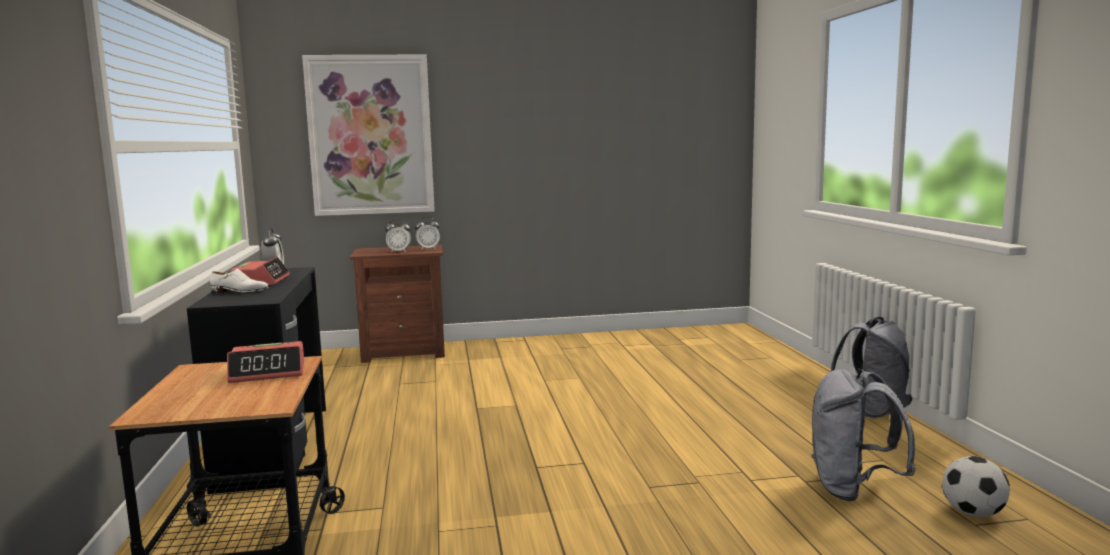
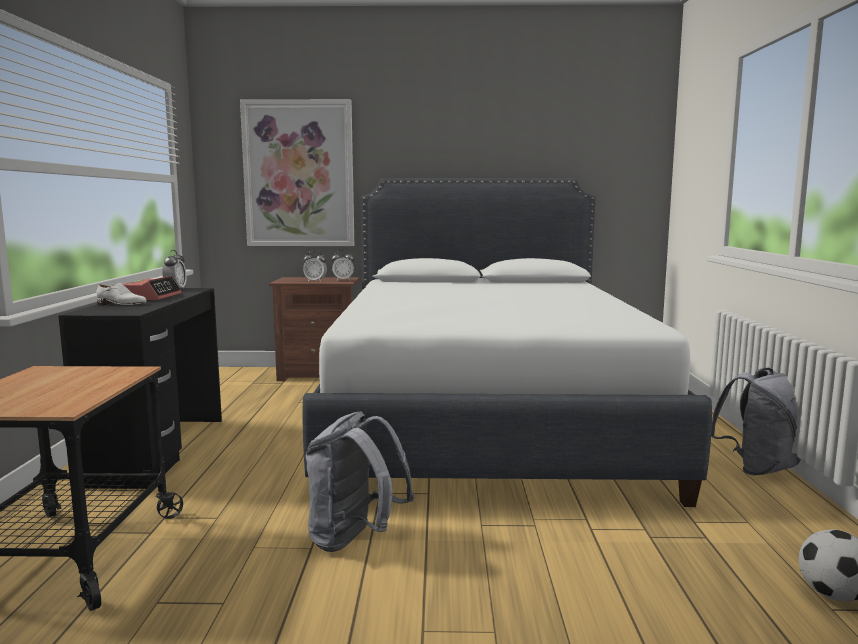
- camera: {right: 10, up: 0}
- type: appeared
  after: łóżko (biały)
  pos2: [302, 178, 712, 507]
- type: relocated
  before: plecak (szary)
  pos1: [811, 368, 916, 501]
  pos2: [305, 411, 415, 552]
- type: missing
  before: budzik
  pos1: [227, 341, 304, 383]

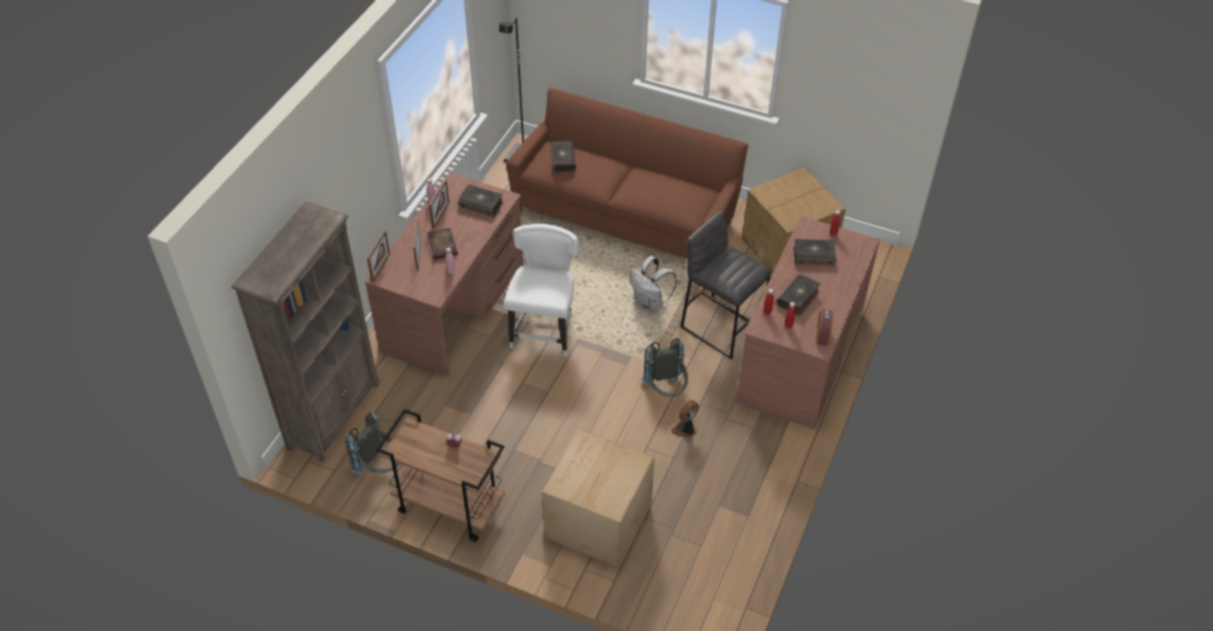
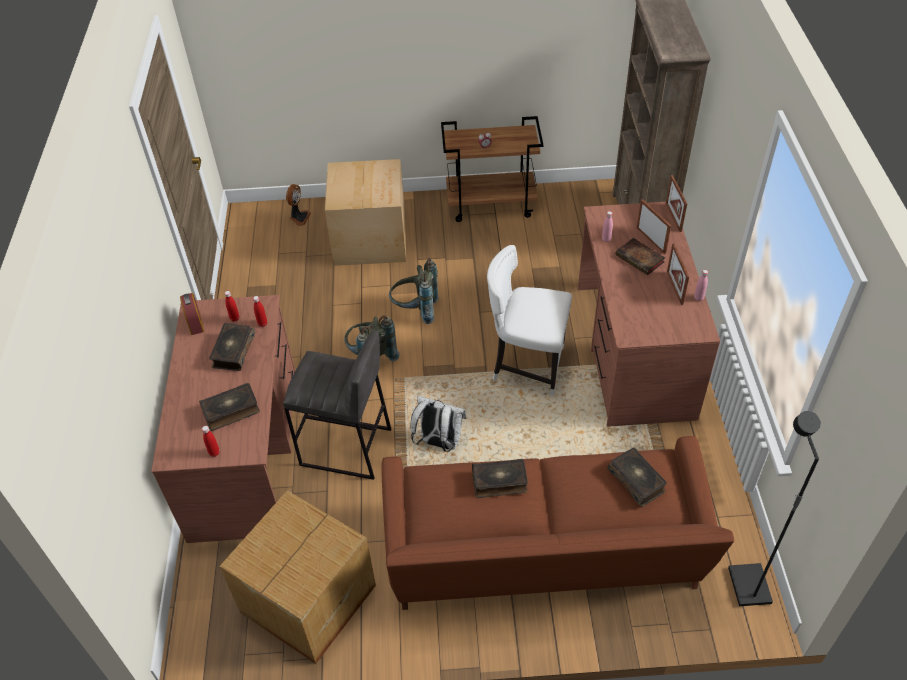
- camera: {right: 155, up: 0}
- type: relocated
  before: wentylator
  pos1: [671, 400, 699, 438]
  pos2: [286, 184, 311, 226]
- type: relocated
  before: plecak (szary)
  pos1: [345, 413, 400, 474]
  pos2: [389, 258, 439, 324]
- type: relocated
  before: książka
  pos1: [458, 185, 503, 217]
  pos2: [472, 459, 528, 498]
- type: spun
  before: krzesło (biały)
  pos1: [504, 224, 578, 356]
  pos2: [487, 245, 572, 396]
  turn: 120

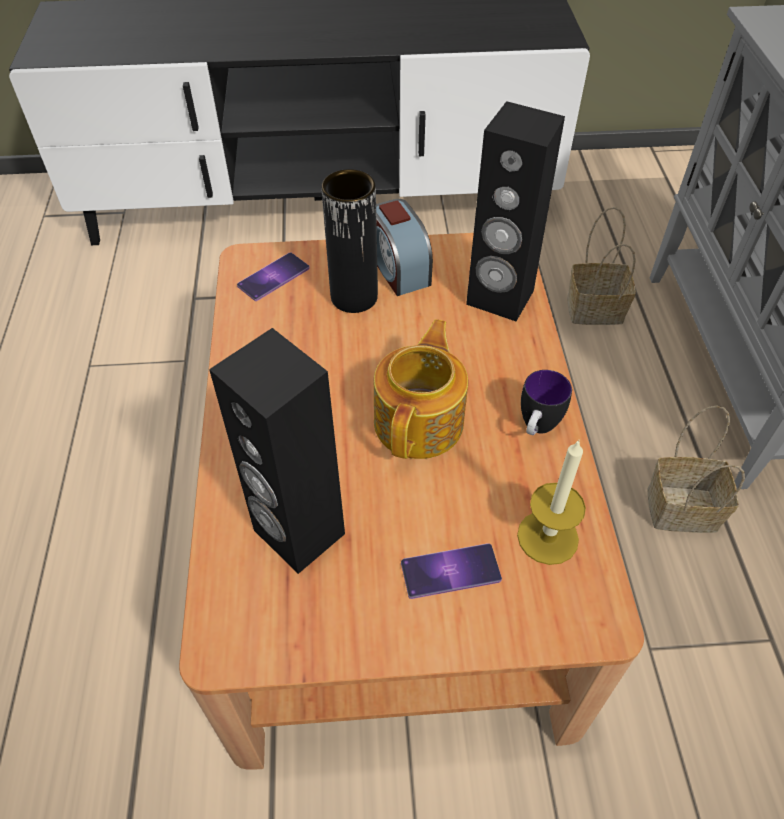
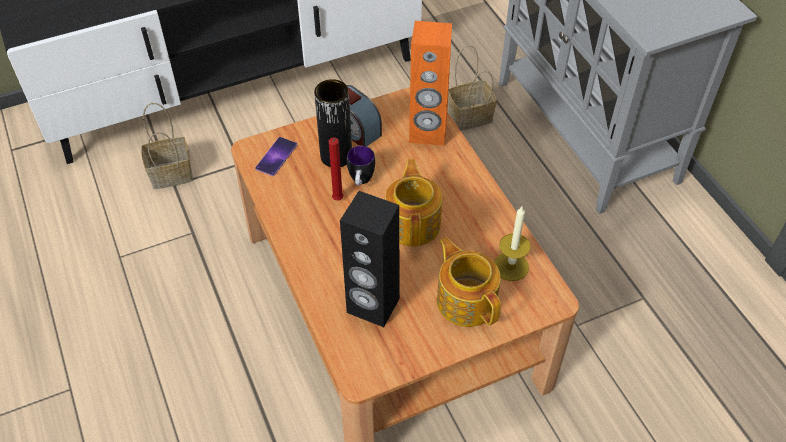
- camera: {right: -20, up: 0}
- type: relocated
  before: koszyk
  pos1: [647, 405, 745, 533]
  pos2: [141, 103, 193, 189]
- type: appeared
  after: świeca (czerwony)
  pos2: [329, 137, 344, 201]
- type: relocated
  before: kubek
  pos1: [521, 370, 572, 435]
  pos2: [347, 146, 375, 185]
- type: colour
  before: głośnik (czarny)
  after: głośnik (pomarańczowy)
  pos1: [466, 101, 565, 321]
  pos2: [409, 21, 452, 146]
- type: exchanged
  before: telefon
  after: imbryk
  pos1: [401, 543, 502, 599]
  pos2: [437, 237, 501, 327]

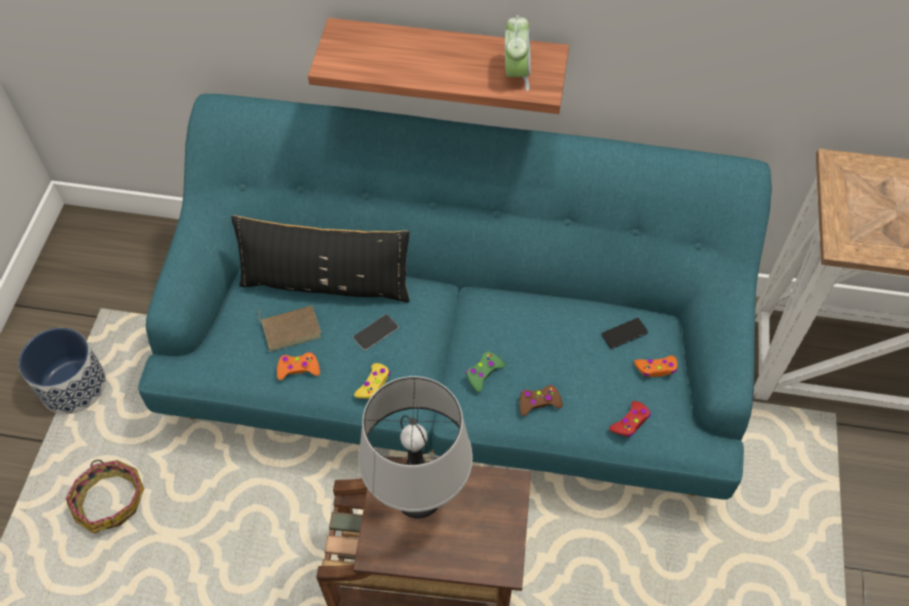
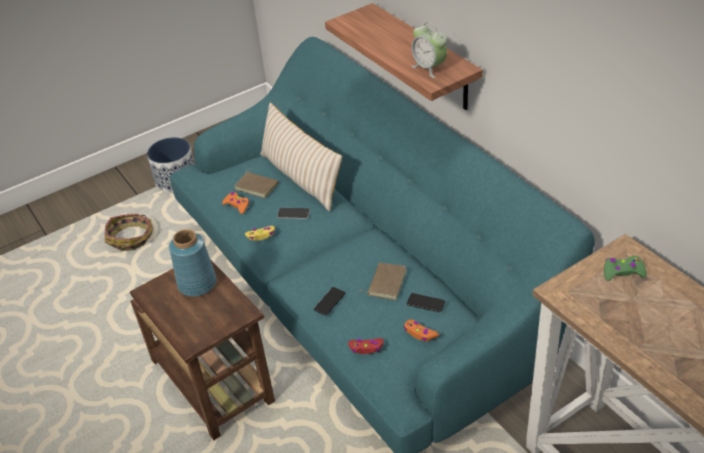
- camera: {right: 50, up: -15}
- type: exchanged
  before: lampa stołowa (szary)
  after: wazon (niebieski)
  pos1: [358, 376, 473, 518]
  pos2: [169, 229, 217, 297]
- type: colour
  before: poduszka (czarny)
  after: poduszka (beżowy)
  pos1: [231, 215, 410, 303]
  pos2: [260, 103, 342, 211]
- type: exchanged
  before: pad do gier (brązowy)
  after: telefon
  pos1: [519, 385, 563, 416]
  pos2: [313, 287, 345, 315]
- type: appeared
  after: książka (brązowy)
  pos2: [359, 263, 407, 300]
- type: spun
  before: budzik
  pos1: [505, 15, 531, 91]
  pos2: [412, 22, 447, 78]
  turn: 90
- type: relocated
  before: pad do gier (zielony)
  pos1: [466, 351, 505, 392]
  pos2: [604, 256, 647, 281]

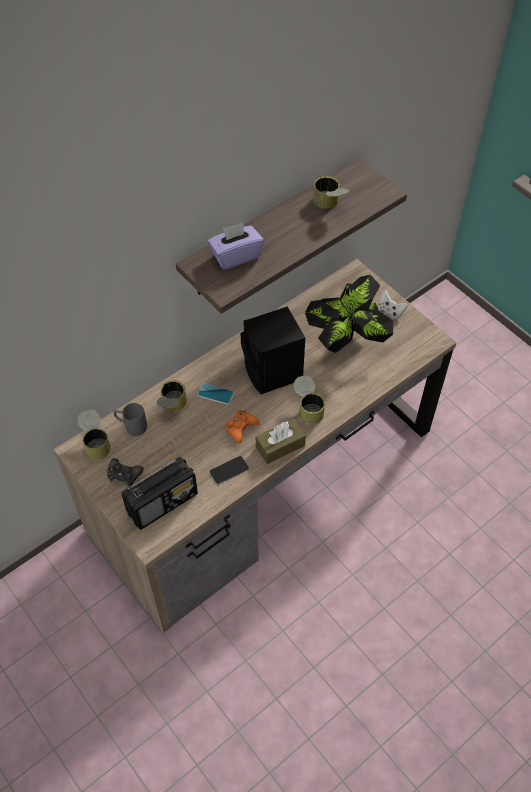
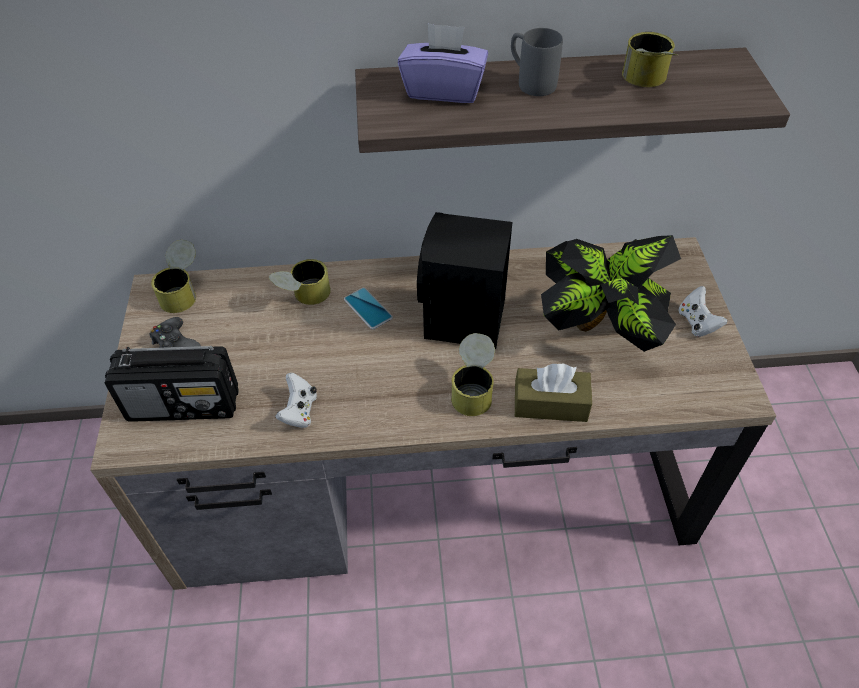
- camera: {right: 35, up: -5}
- type: exchanged
  before: telefon
  after: pad do gier (biały)
  pos1: [210, 456, 249, 484]
  pos2: [275, 373, 317, 428]
- type: relocated
  before: kubek (szary)
  pos1: [113, 403, 147, 436]
  pos2: [511, 28, 563, 96]
- type: relocated
  before: pudełko chusteczek (brązowy)
  pos1: [256, 419, 306, 464]
  pos2: [515, 364, 592, 422]
- type: missing
  before: pad do gier (pomarańczowy)
  pos1: [225, 411, 260, 443]

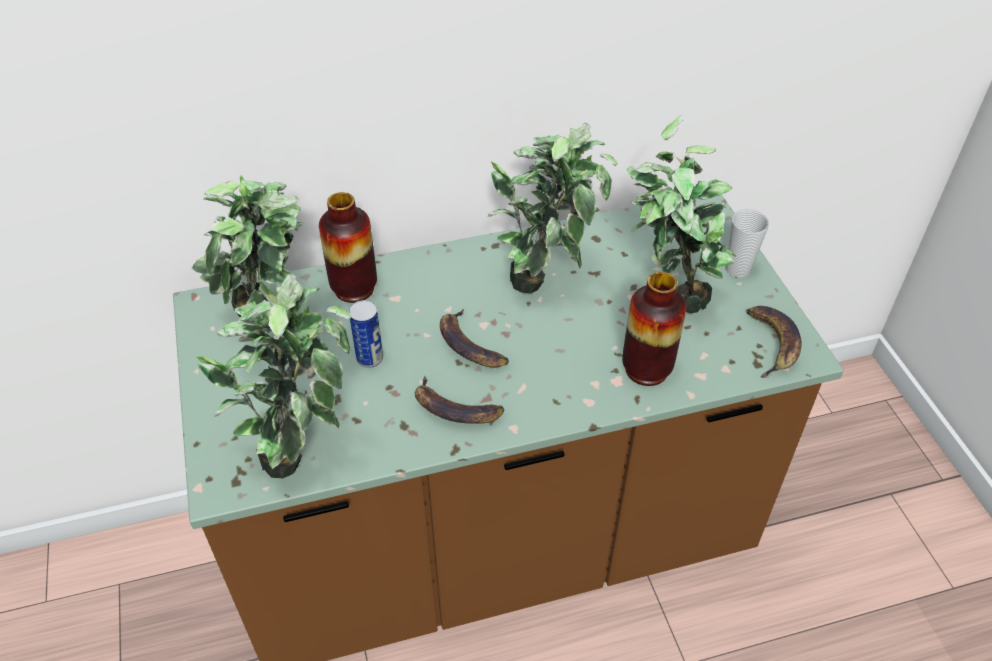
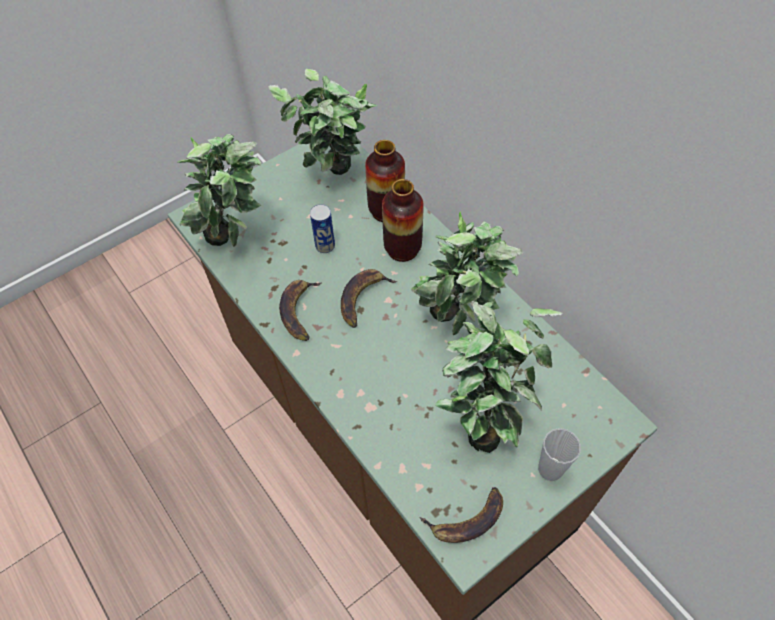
- camera: {right: 70, up: 10}
- type: relocated
  before: wazon
  pos1: [622, 272, 686, 386]
  pos2: [382, 179, 423, 262]

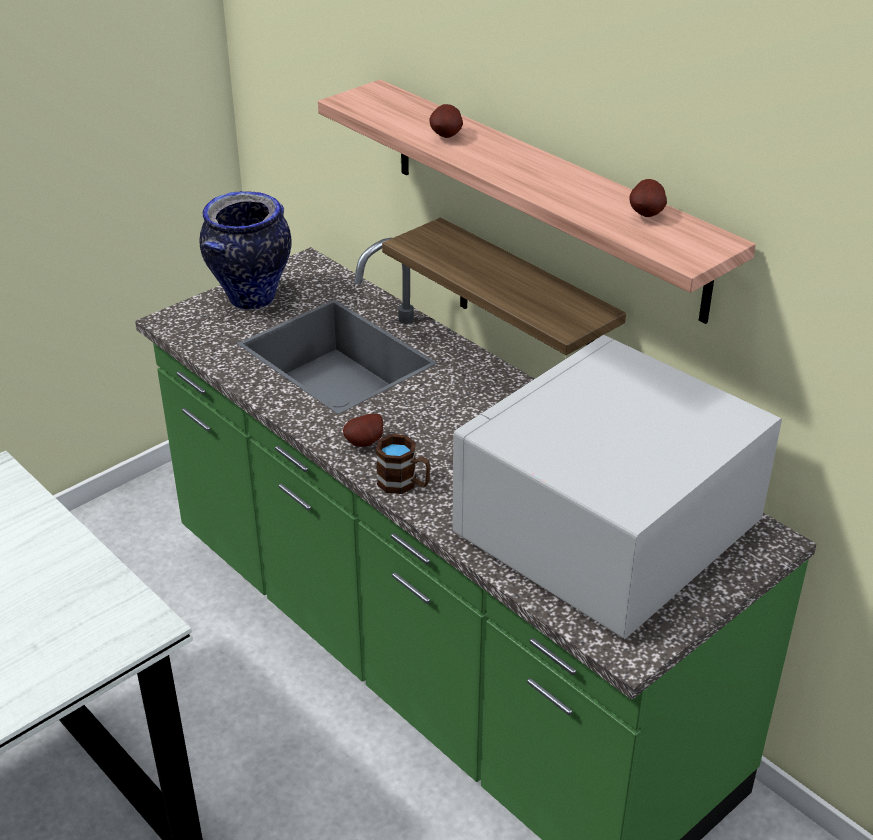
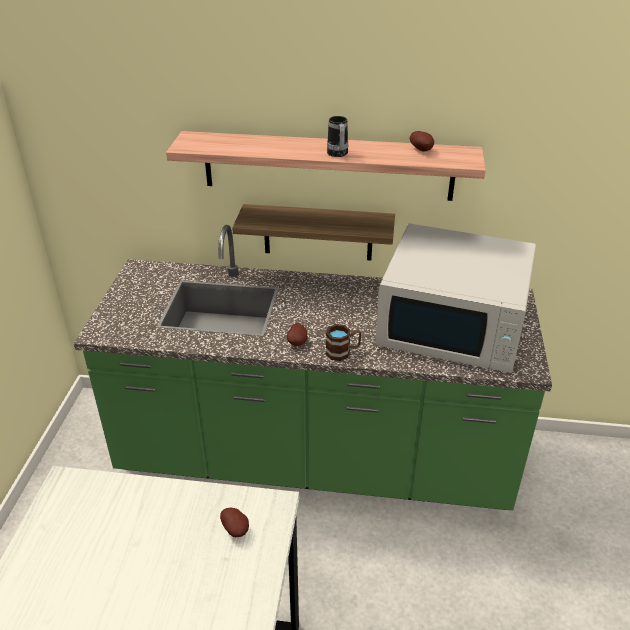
- camera: {right: -40, up: 0}
- type: relocated
  before: ziemniak
  pos1: [429, 104, 463, 138]
  pos2: [220, 508, 249, 537]
- type: appeared
  after: kubek
  pos2: [327, 116, 348, 157]
- type: spun
  before: mikrofalówka (biały)
  pos1: [452, 335, 782, 639]
  pos2: [375, 224, 536, 373]
  turn: -75
- type: missing
  before: wazon
  pos1: [199, 191, 291, 310]

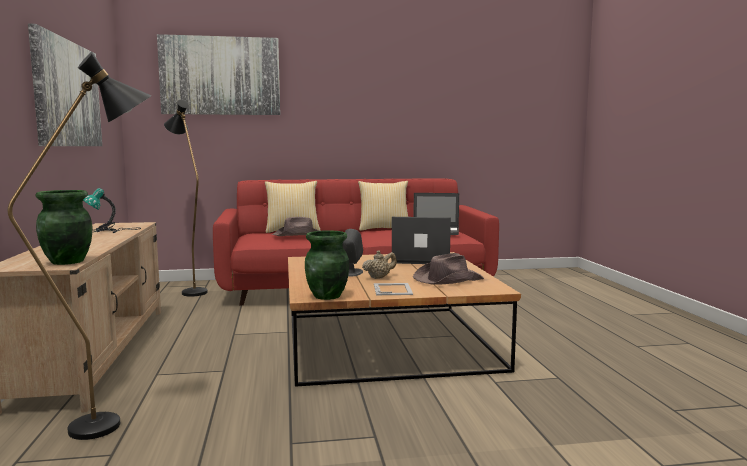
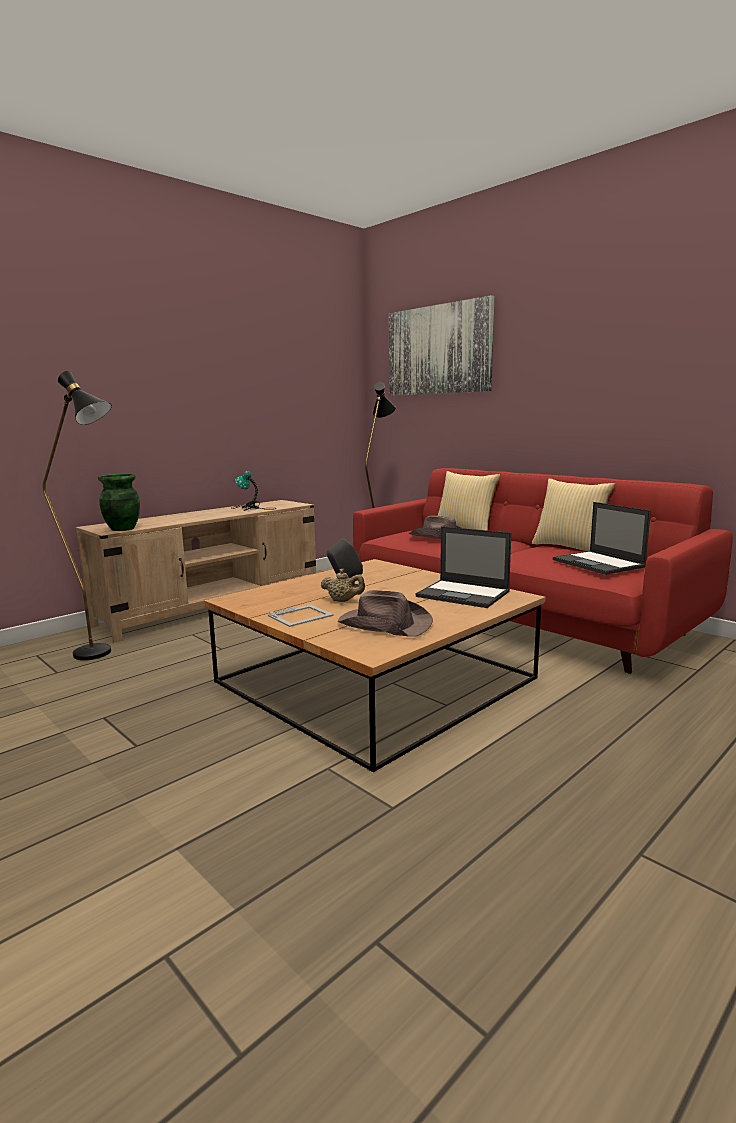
- camera: {right: 55, up: 5}
- type: spun
  before: laptop
  pos1: [391, 217, 451, 264]
  pos2: [415, 526, 512, 608]
  turn: 150
- type: missing
  before: obraz
  pos1: [28, 23, 102, 146]
- type: missing
  before: wazon (zielony)
  pos1: [305, 230, 349, 300]

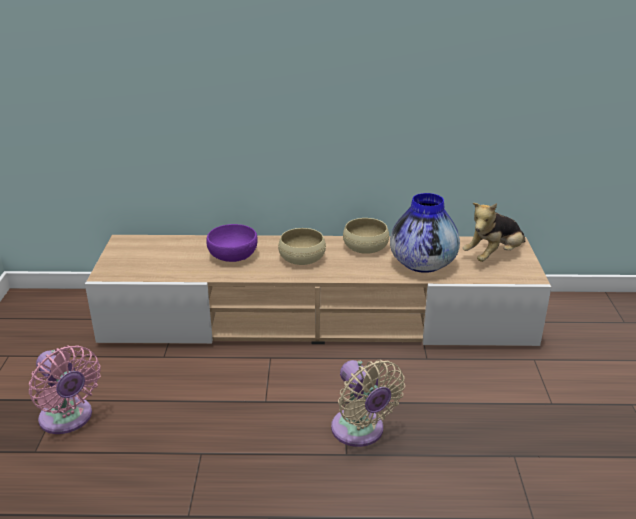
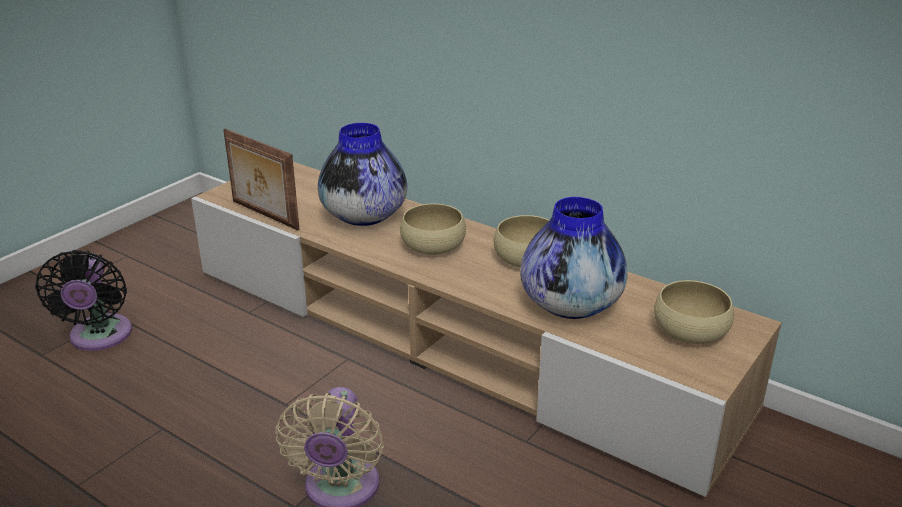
- camera: {right: 35, up: 0}
- type: colour
  before: wentylator (różowy)
  after: wentylator (czarny)
  pos1: [29, 345, 101, 434]
  pos2: [35, 250, 132, 351]
- type: appeared
  after: ramka na zdjęcie
  pos2: [223, 129, 300, 230]
- type: exchanged
  before: miska (fioletowy)
  after: wazon
  pos1: [206, 224, 258, 262]
  pos2: [318, 123, 407, 226]
- type: exchanged
  before: pluszak
  after: miska (beżowy)
  pos1: [463, 203, 525, 262]
  pos2: [654, 280, 734, 344]

